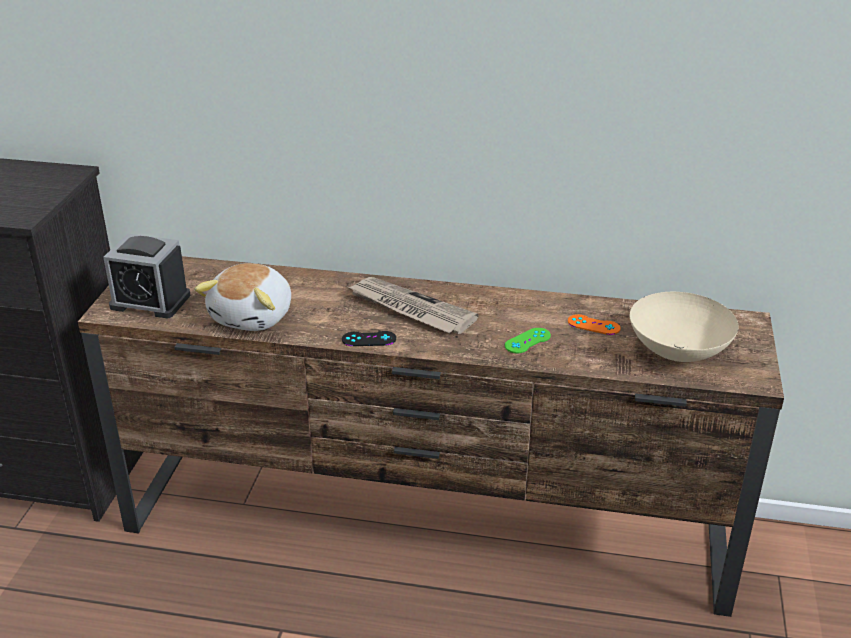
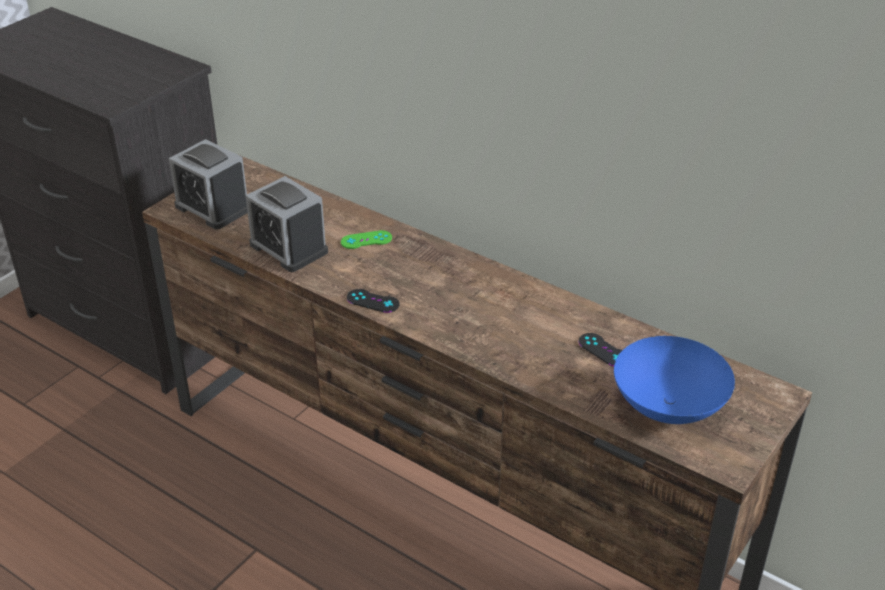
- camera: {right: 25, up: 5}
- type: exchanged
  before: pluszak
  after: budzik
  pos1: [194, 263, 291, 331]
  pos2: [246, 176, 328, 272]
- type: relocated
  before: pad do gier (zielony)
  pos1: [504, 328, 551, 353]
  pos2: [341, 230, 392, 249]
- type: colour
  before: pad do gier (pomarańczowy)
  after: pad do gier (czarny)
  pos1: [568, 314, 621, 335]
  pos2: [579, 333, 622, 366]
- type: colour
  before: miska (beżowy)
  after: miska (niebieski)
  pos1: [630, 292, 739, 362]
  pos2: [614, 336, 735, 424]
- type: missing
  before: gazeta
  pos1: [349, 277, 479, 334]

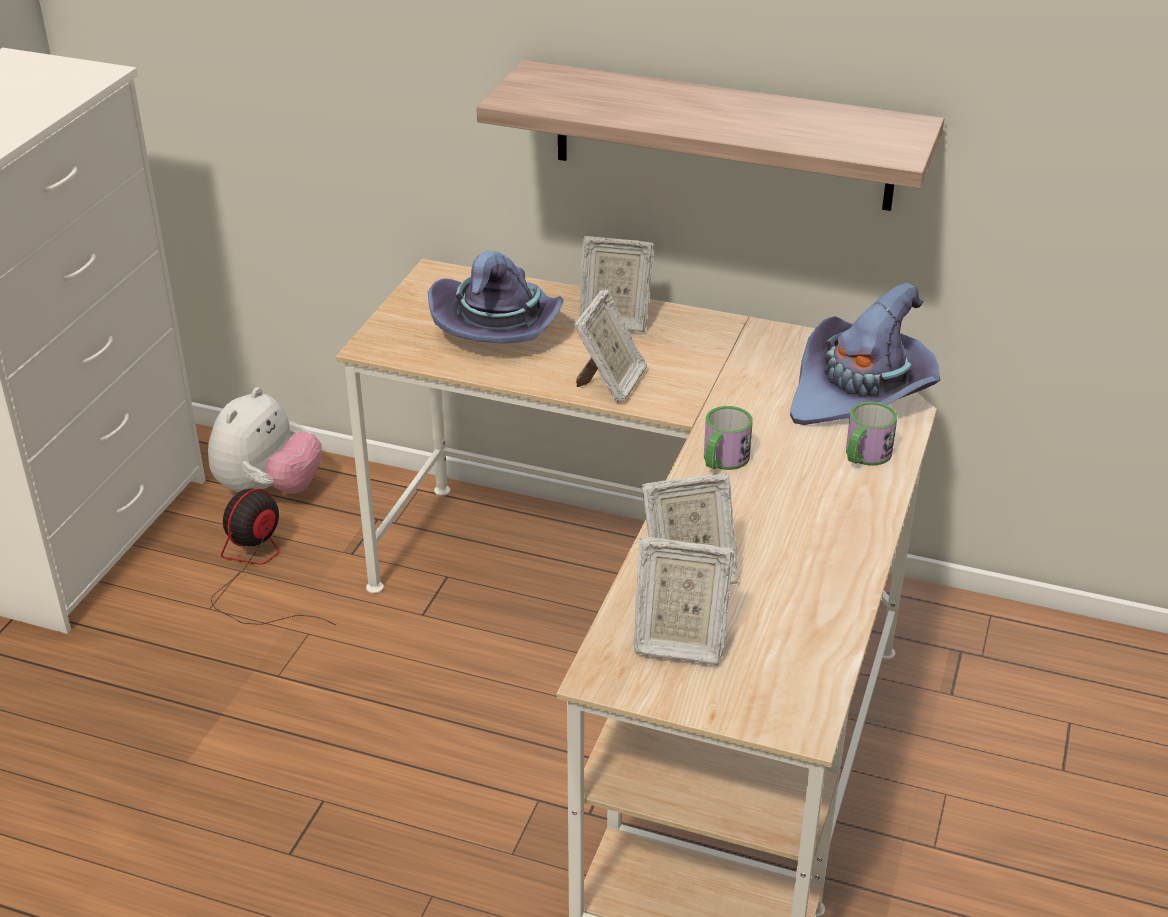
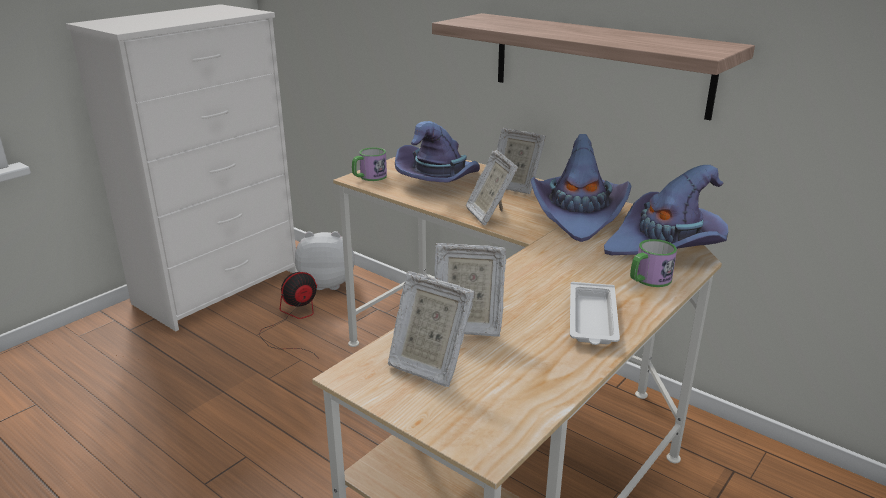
- camera: {right: 20, up: -10}
- type: spun
  before: pluszak
  pos1: [208, 387, 322, 494]
  pos2: [295, 231, 355, 290]
  turn: -135
- type: relocated
  before: kubek
  pos1: [704, 406, 753, 470]
  pos2: [352, 148, 387, 181]
- type: spun
  before: ramka na zdjęcie
  pos1: [574, 290, 647, 403]
  pos2: [466, 150, 518, 225]
  turn: 120
- type: appeared
  after: kapelusz (fioletowy)
  pos2: [531, 134, 631, 242]
- type: appeared
  after: taca (biały)
  pos2: [570, 282, 620, 345]

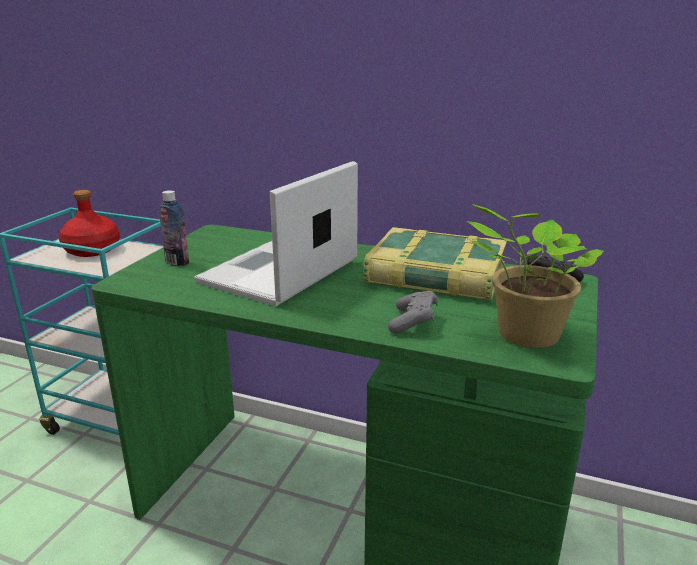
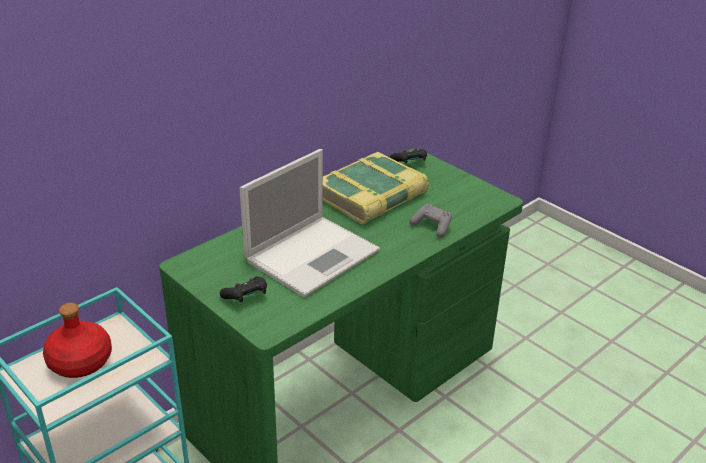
- camera: {right: -65, up: 10}
- type: exchanged
  before: butelka
  after: pad do gier (czarny)
  pos1: [159, 190, 189, 266]
  pos2: [220, 276, 267, 302]
- type: spun
  before: laptop
  pos1: [194, 161, 358, 307]
  pos2: [240, 149, 380, 298]
  turn: -105
- type: missing
  before: roślina doniczkowa
  pos1: [467, 204, 604, 348]

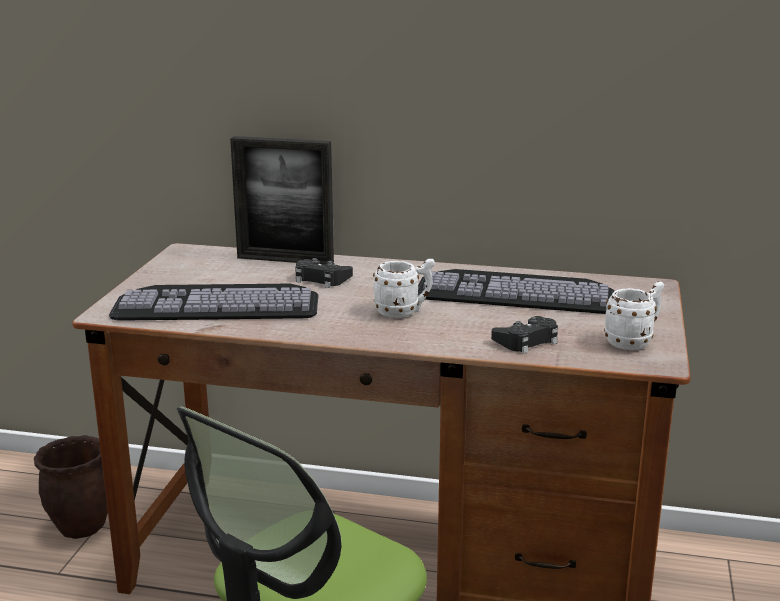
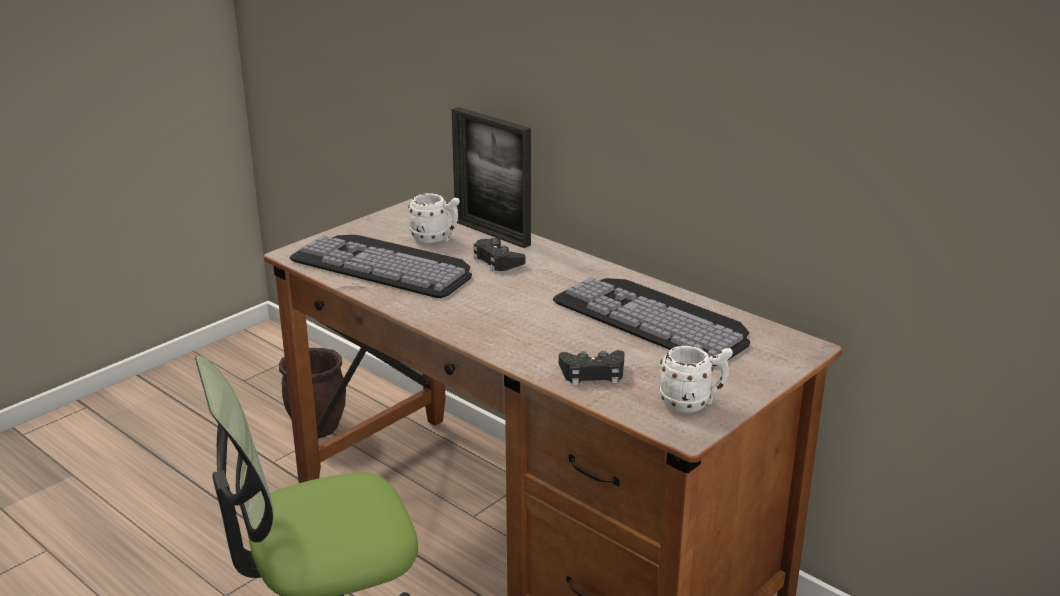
- camera: {right: 30, up: 5}
- type: relocated
  before: kubek (biały)
  pos1: [373, 259, 435, 318]
  pos2: [408, 193, 460, 243]

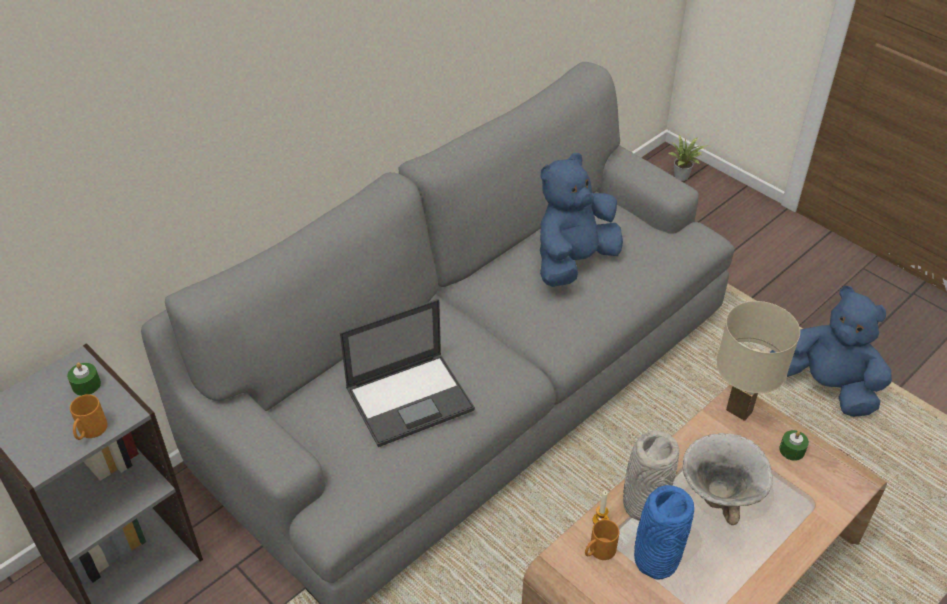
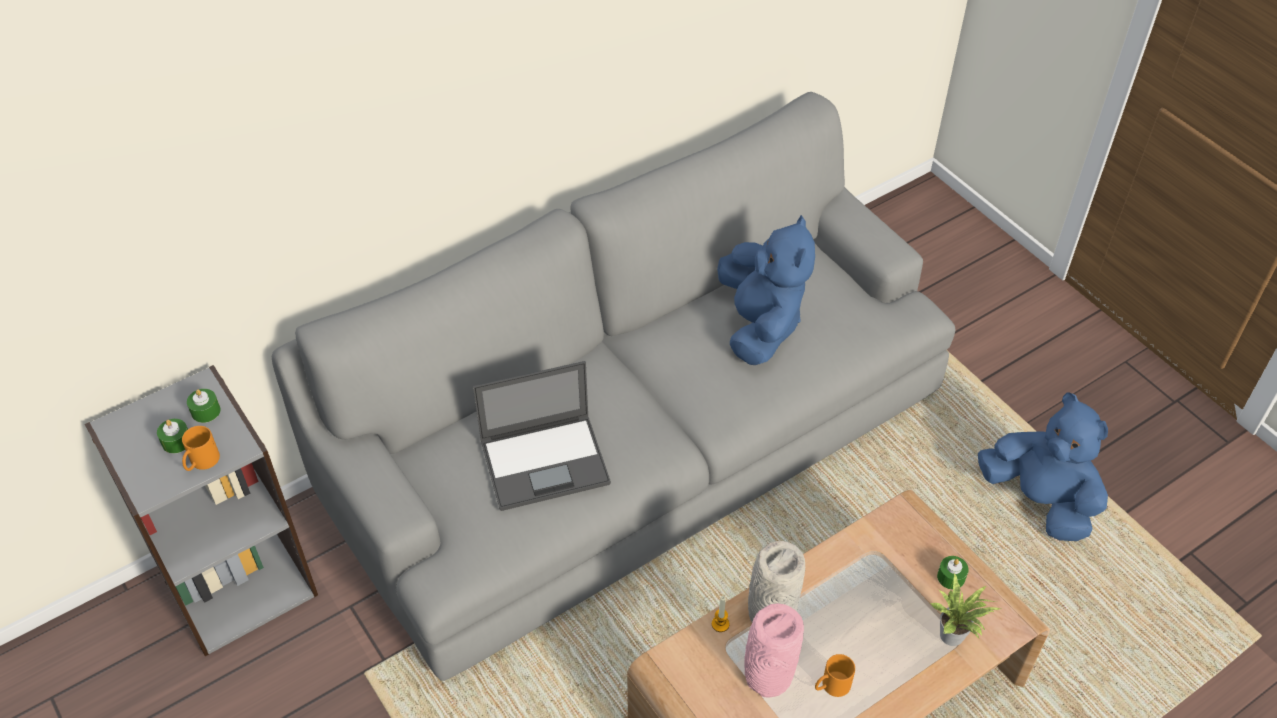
- camera: {right: 10, up: 5}
- type: appeared
  after: świeca (zielony)
  pos2: [157, 419, 188, 453]
- type: spun
  before: pluszak (niebieski)
  pos1: [540, 153, 623, 287]
  pos2: [717, 215, 815, 365]
  turn: 120
- type: colour
  before: wazon (niebieski)
  after: wazon (różowy)
  pos1: [634, 485, 694, 580]
  pos2: [744, 603, 804, 698]
- type: relocated
  before: kubek (pomarańczowy)
  pos1: [585, 519, 619, 560]
  pos2: [815, 654, 855, 697]
- type: relocated
  before: roślina doniczkowa
  pos1: [668, 135, 706, 181]
  pos2: [930, 573, 1001, 646]
- type: missing
  before: miska
  pos1: [683, 433, 773, 525]
- type: missing
  before: lampa stołowa (beżowy)
  pos1: [716, 301, 800, 421]

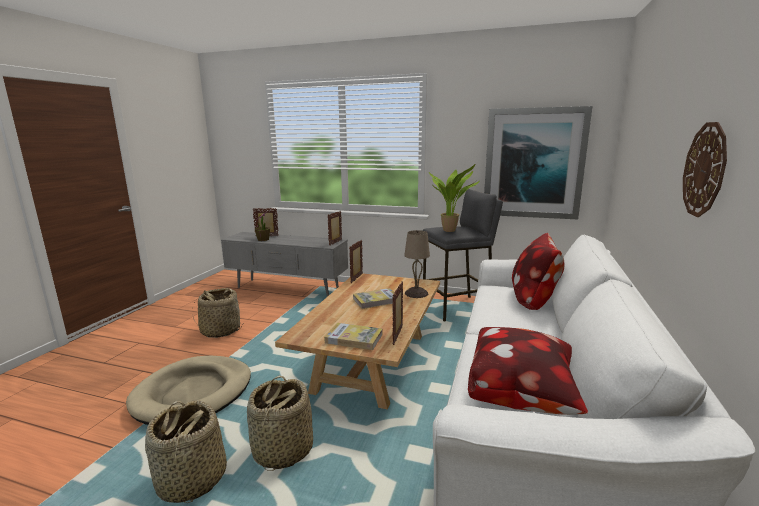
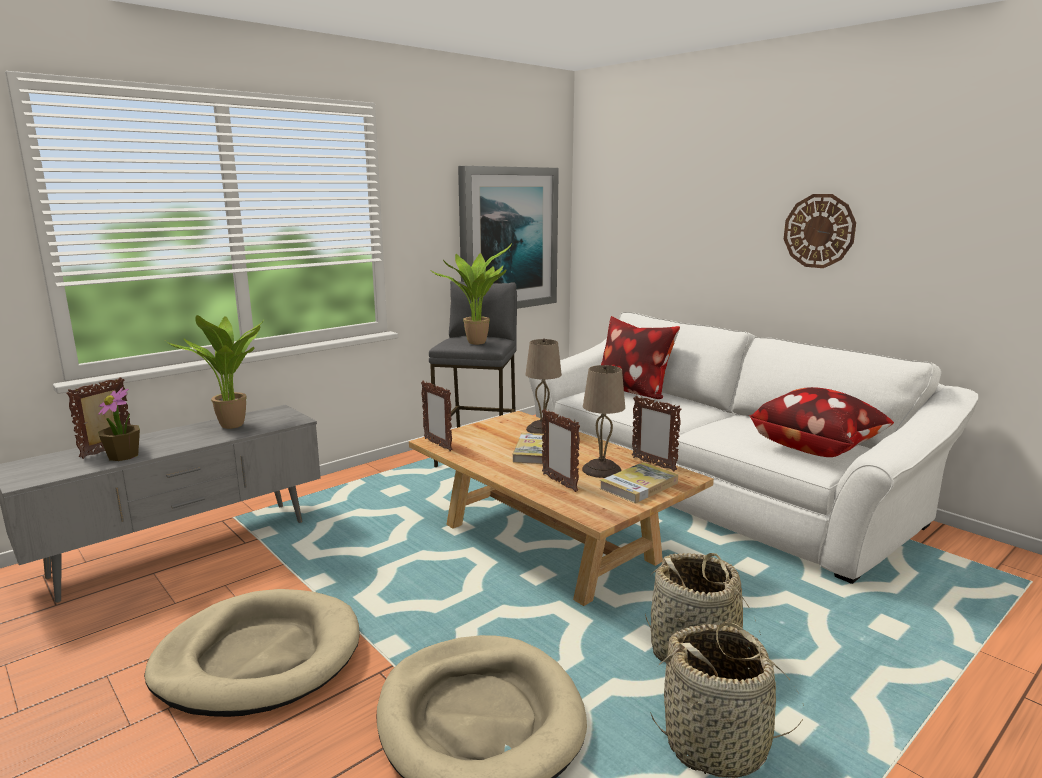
- camera: {right: -60, up: 0}
- type: exchanged
  before: koszyk
  after: legowisko (beżowy)
  pos1: [192, 288, 243, 338]
  pos2: [144, 589, 360, 717]
- type: appeared
  after: roślina doniczkowa
  pos2: [166, 315, 263, 429]
- type: relocated
  before: ramka na zdjęcie
  pos1: [328, 211, 342, 245]
  pos2: [542, 409, 580, 492]
- type: appeared
  after: lampa stołowa (beżowy)
  pos2: [582, 365, 625, 478]

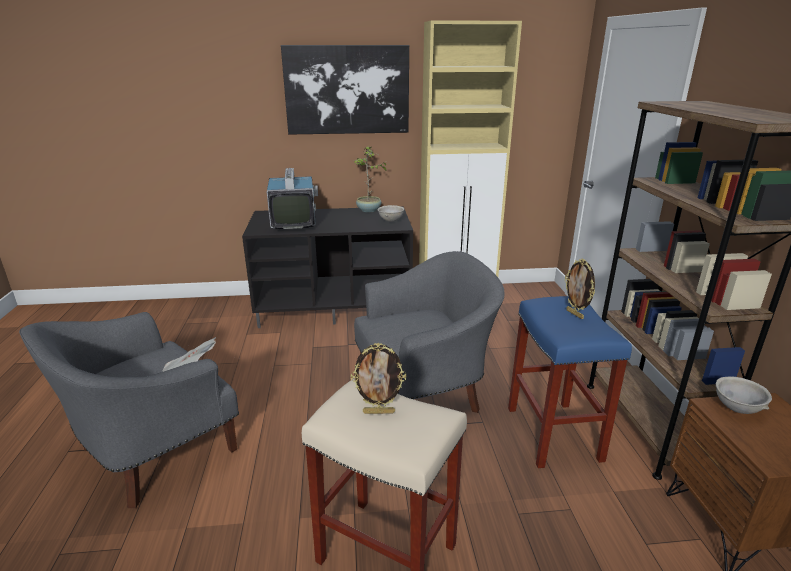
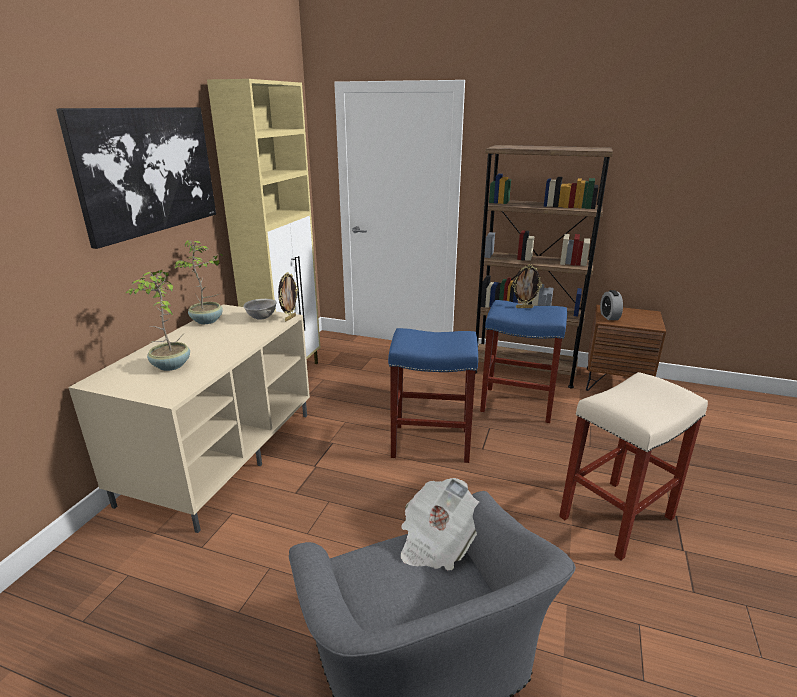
- camera: {right: -65, up: 0}
- type: colour
  before: szafka pod telewizor (czarny)
  after: szafka pod telewizor (beżowy)
  pos1: [242, 207, 413, 328]
  pos2: [68, 304, 310, 533]
- type: exchanged
  before: telewizor
  after: roślina doniczkowa
  pos1: [267, 168, 318, 229]
  pos2: [126, 269, 190, 371]
- type: relocated
  before: ramka na zdjęcie
  pos1: [351, 343, 407, 414]
  pos2: [278, 272, 298, 321]
- type: exchanged
  before: fotel (szary)
  after: stołek (niebieski)
  pos1: [354, 251, 504, 413]
  pos2: [388, 328, 478, 463]
- type: exchanged
  before: miska (szary)
  after: budzik
  pos1: [716, 377, 772, 414]
  pos2: [600, 290, 623, 320]

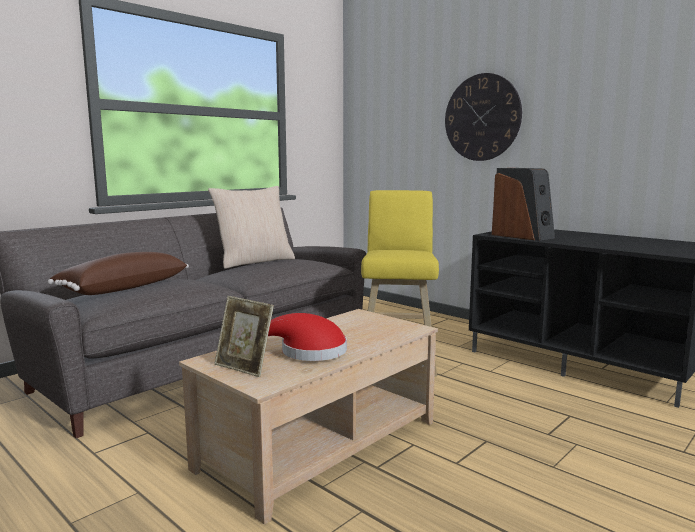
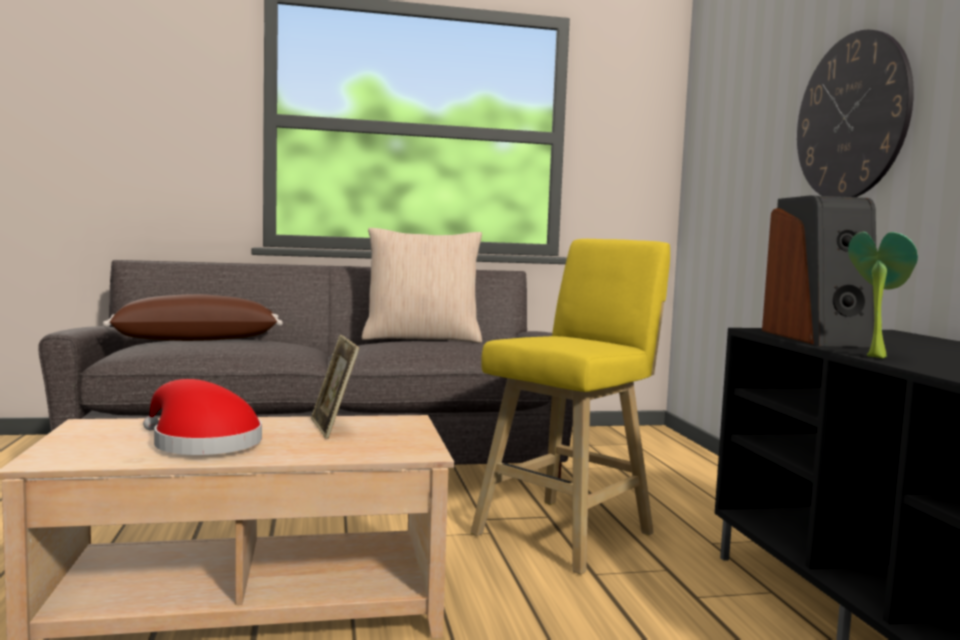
- camera: {right: 35, up: -5}
- type: relocated
  before: ramka na zdjęcie
  pos1: [214, 296, 274, 377]
  pos2: [311, 335, 359, 439]
- type: appeared
  after: roślina doniczkowa
  pos2: [848, 232, 918, 359]

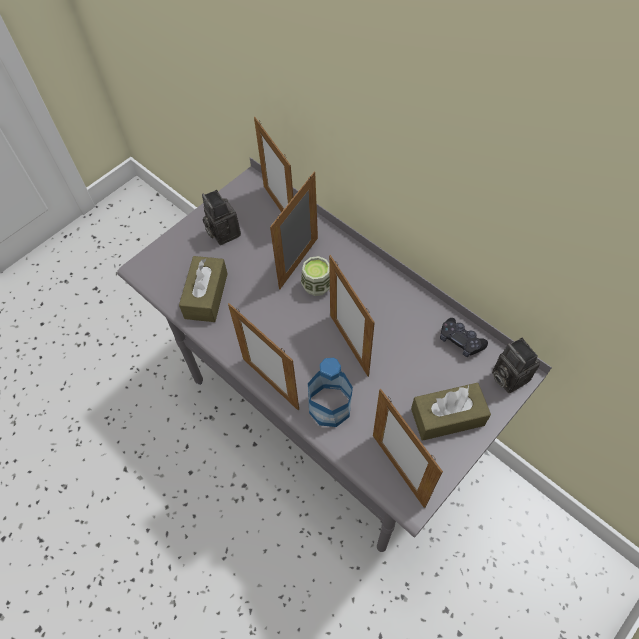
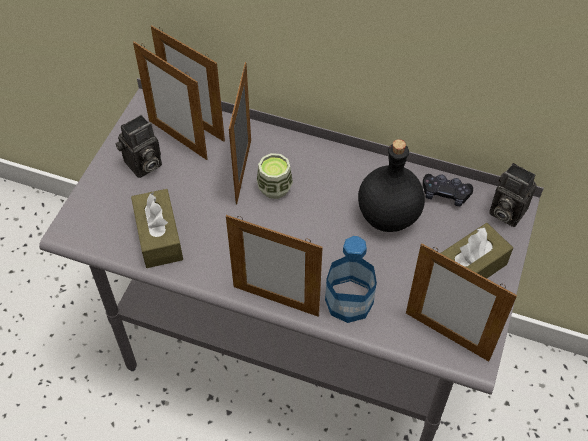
- camera: {right: -25, up: -5}
- type: spun
  before: aparat fotograficzny
  pos1: [202, 190, 241, 245]
  pos2: [116, 115, 162, 178]
  turn: -75
- type: relocated
  before: ramka na zdjęcie
  pos1: [329, 255, 375, 377]
  pos2: [133, 41, 207, 160]
- type: appeared
  after: butelka (czarny)
  pos2: [358, 139, 425, 232]

